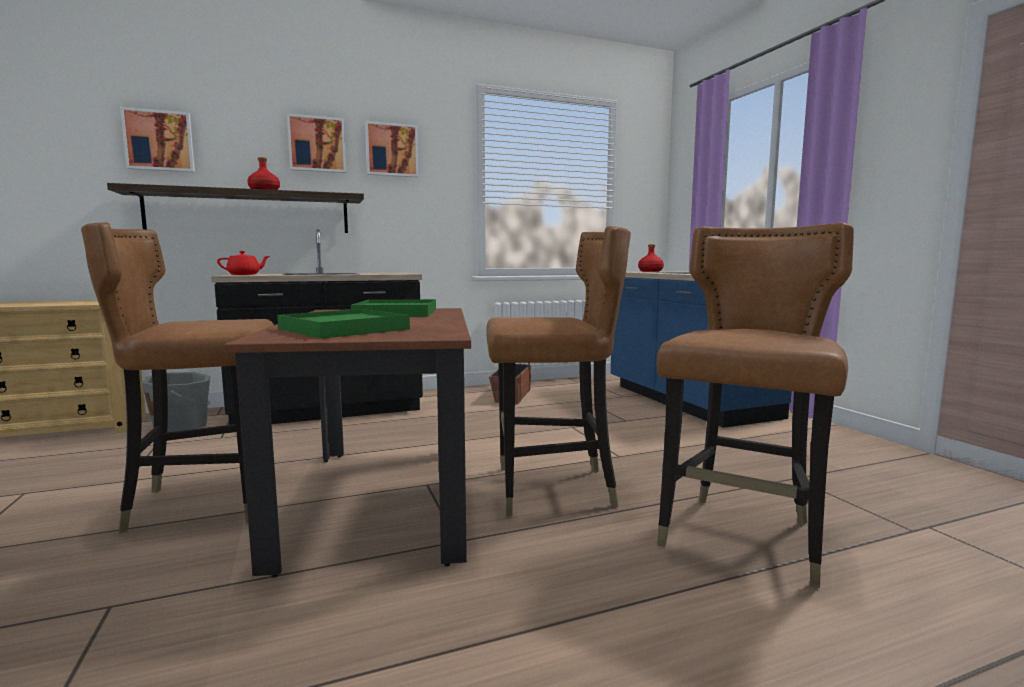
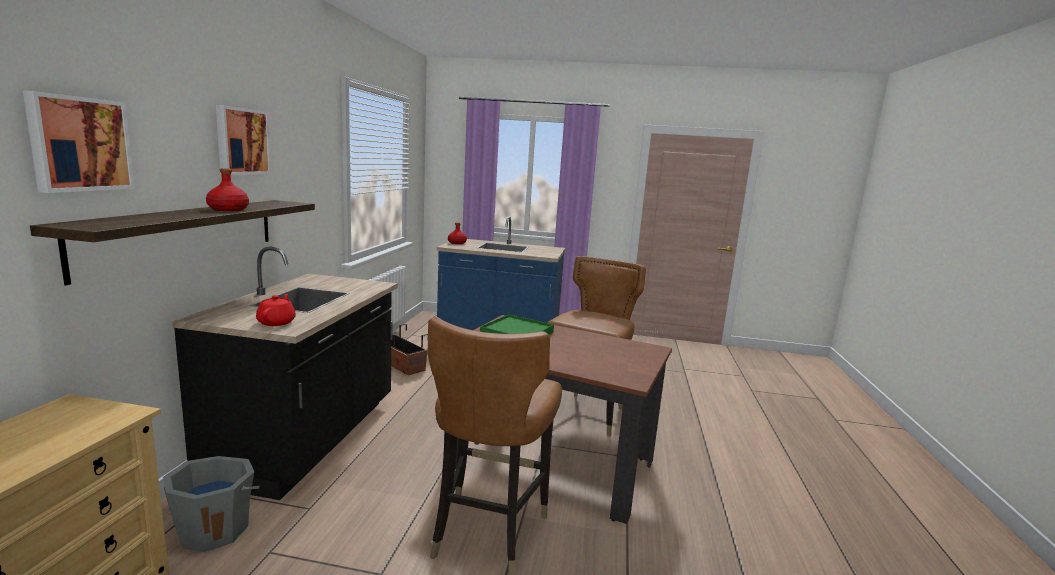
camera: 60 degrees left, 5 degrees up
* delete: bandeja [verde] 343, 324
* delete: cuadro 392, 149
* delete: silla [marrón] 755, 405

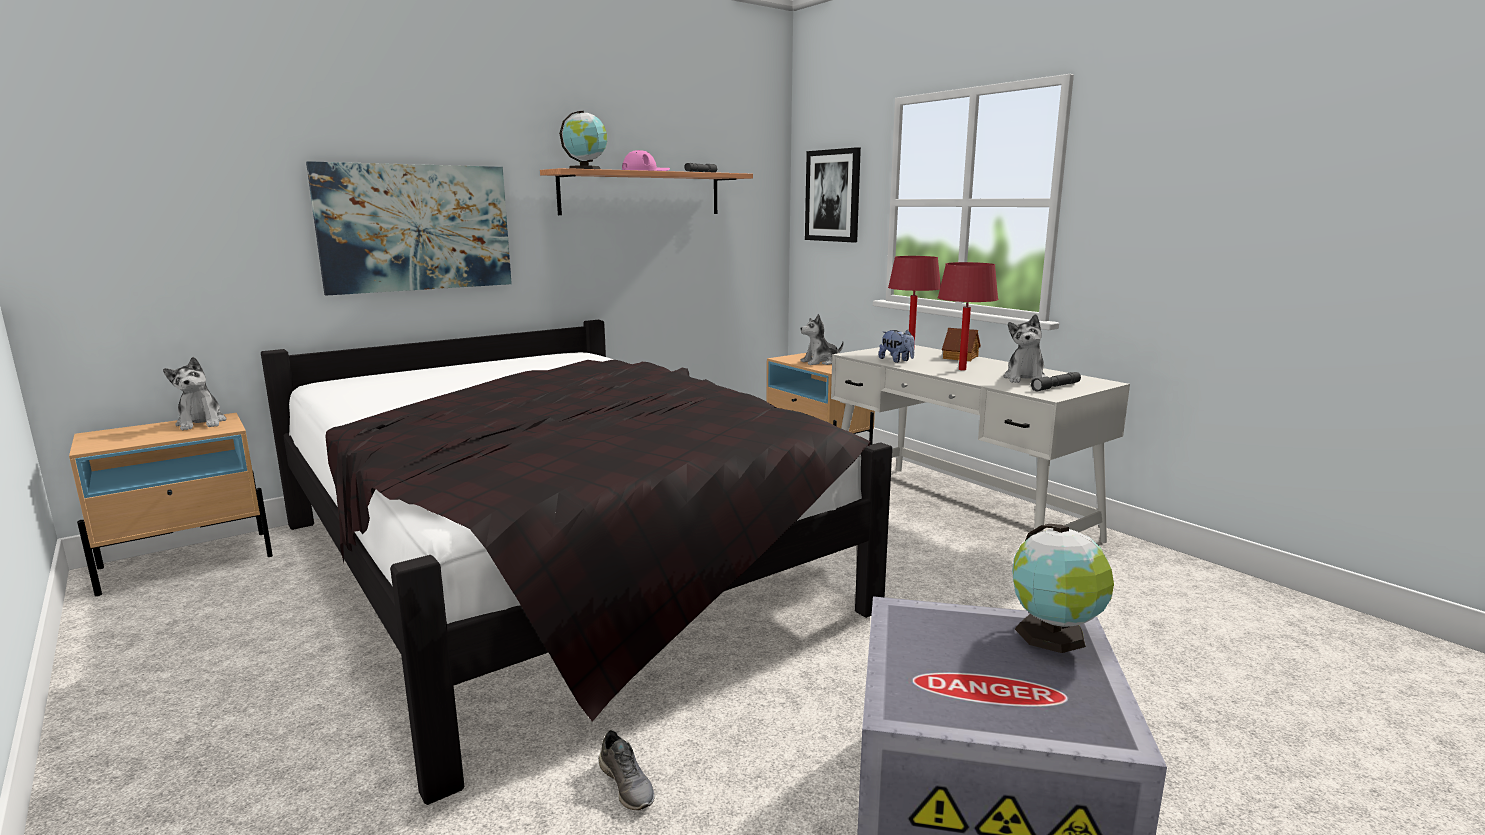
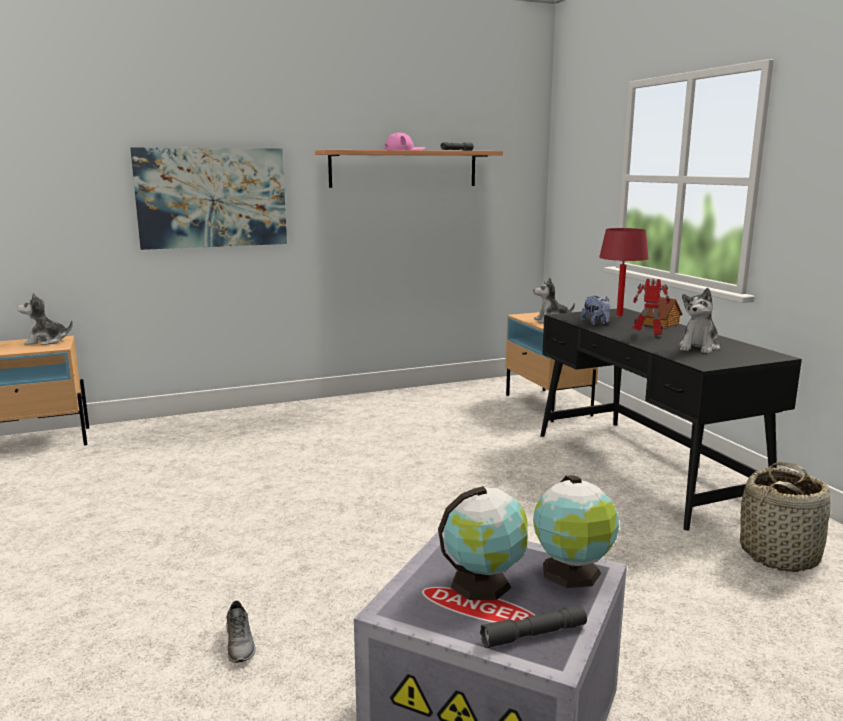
camera: 15 degrees right, 0 degrees up
* rotate: peluche 195, 393 = 45, 319 90 degrees clockwise
* move: globo terráqueo 583, 139 to 483, 543
* move: linterna [gris] 1056, 381 to 533, 627
* recolor: escritorio [blanco] 980, 444 to escritorio [negro] 671, 419
* replace: lámpara de mesa [rojo] 968, 316 to robot de juguete 651, 307
* insert: cesta 785, 517
* delete: cama [negro] 576, 562
* delete: cuadro 833, 194

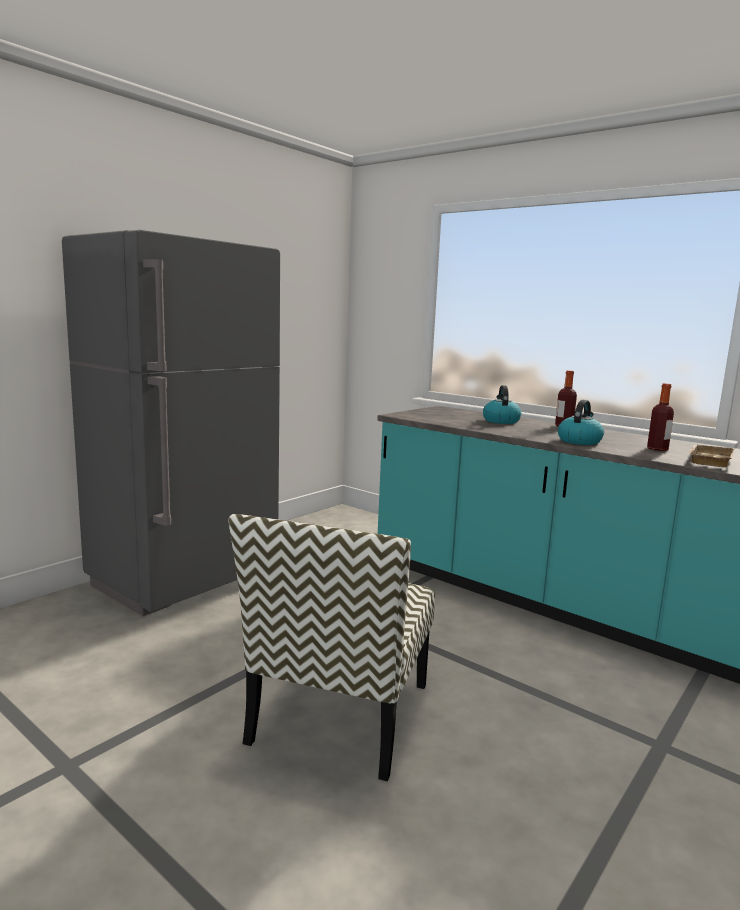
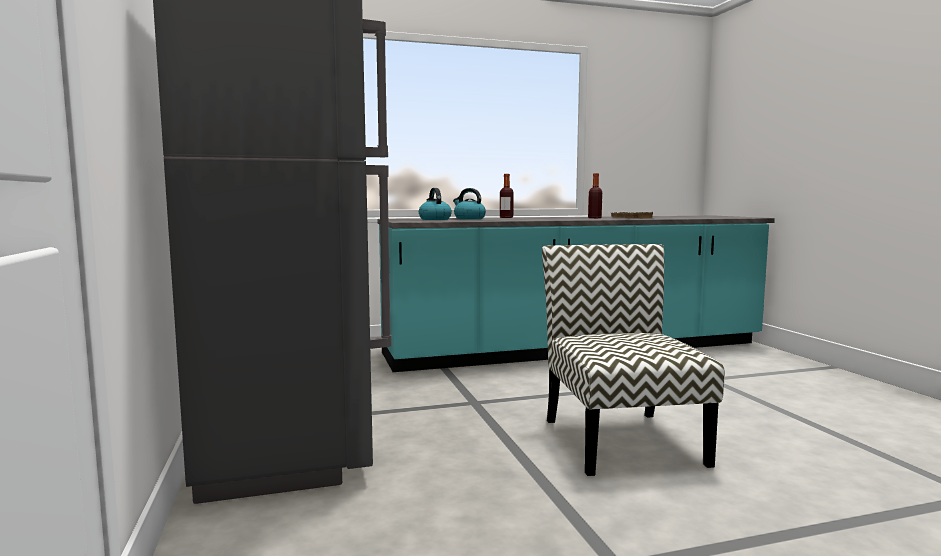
camera: 55 degrees left, 5 degrees down
* move: hervidor 581, 422 to 435, 204
* rotate: silla 331, 647 = 633, 360 150 degrees counterclockwise

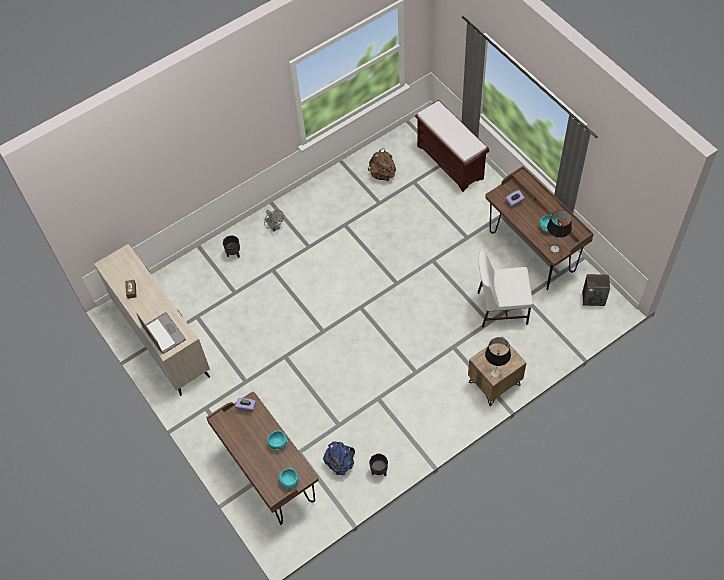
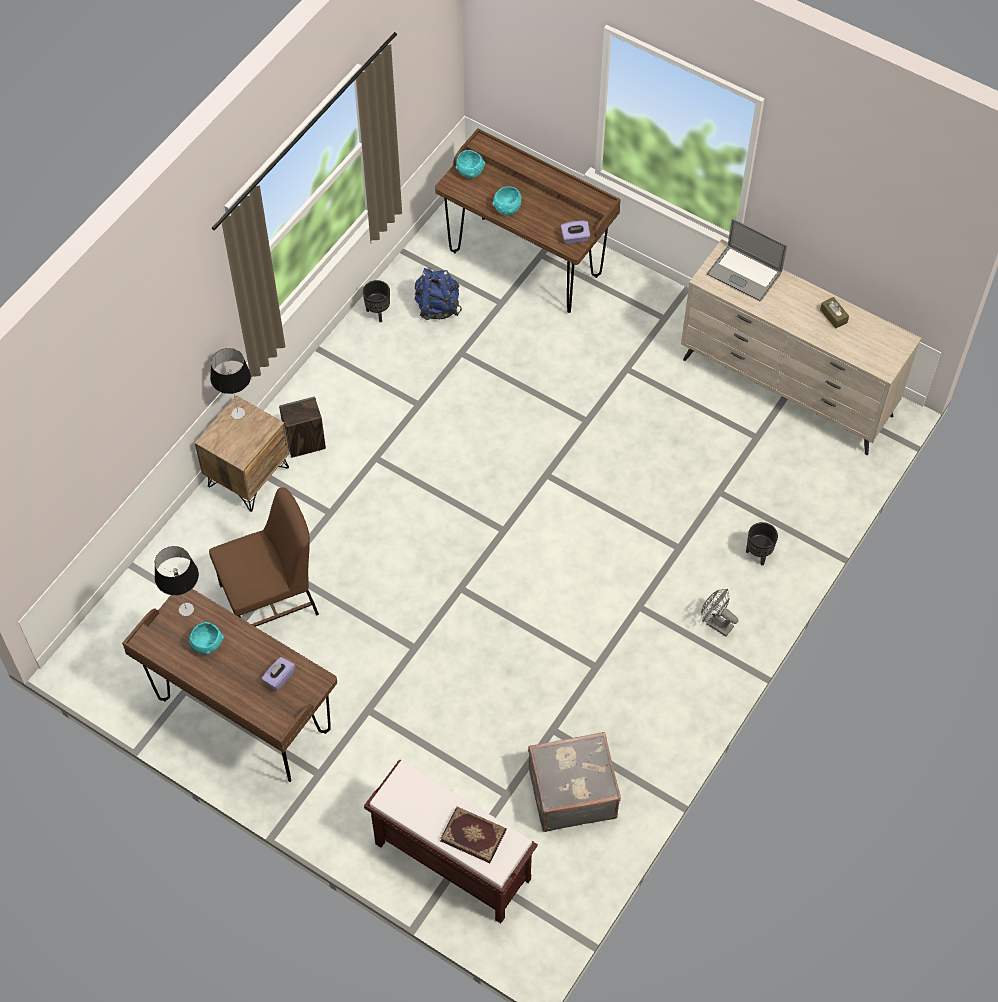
camera: 155 degrees right, 0 degrees up
* recolor: silla [blanco] 505, 289 to silla [marrón] 264, 557
* move: altavoz 596, 290 to 302, 427
* insert: libro 473, 835
* replace: mochila [marrón] 382, 164 to maleta [gris] 574, 782

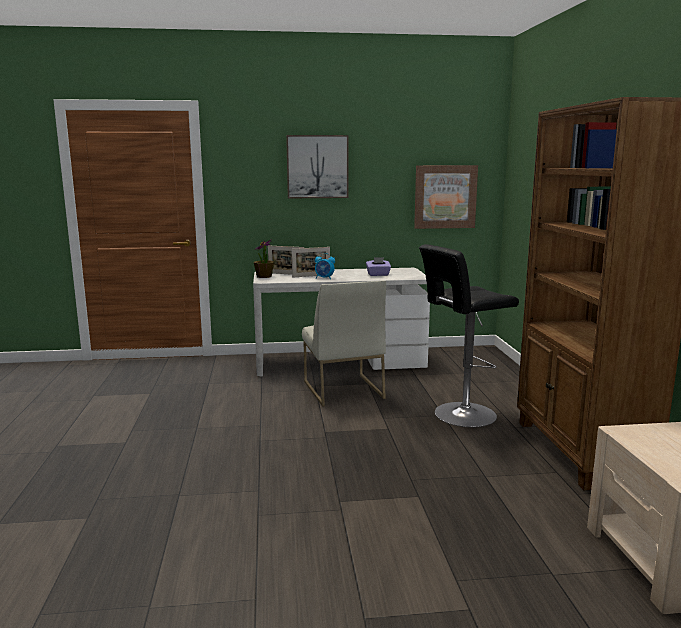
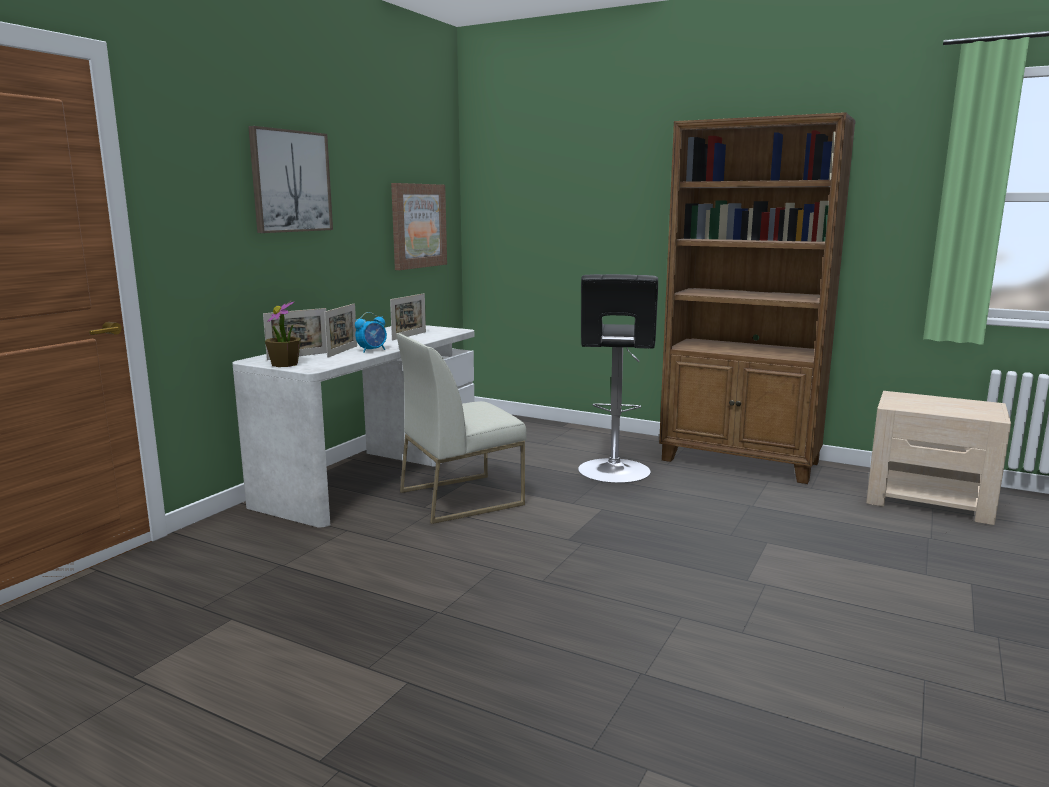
camera: 55 degrees left, 0 degrees up
* replace: caja de pañuelos [morado] 378, 266 to portarretratos 408, 316
* rotate: silla [blanco] 344, 343 = 461, 428 135 degrees clockwise

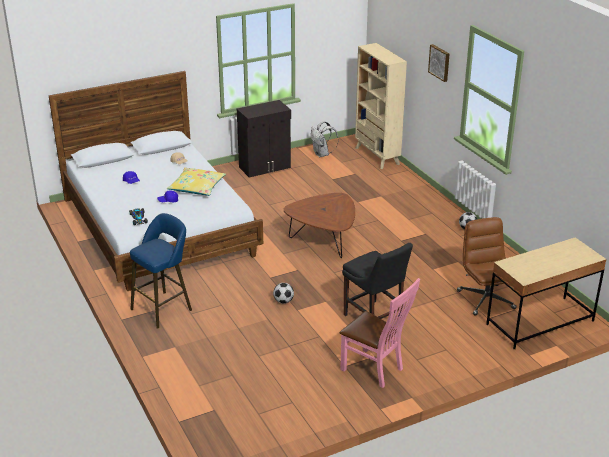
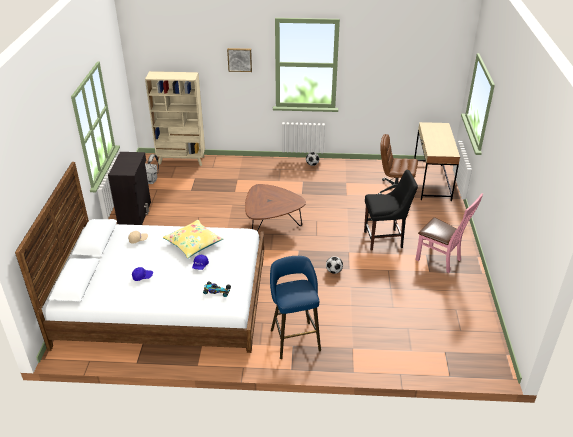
camera: 60 degrees left, 5 degrees up
* rotate: silla [rosa] 380, 333 = 449, 233 60 degrees clockwise

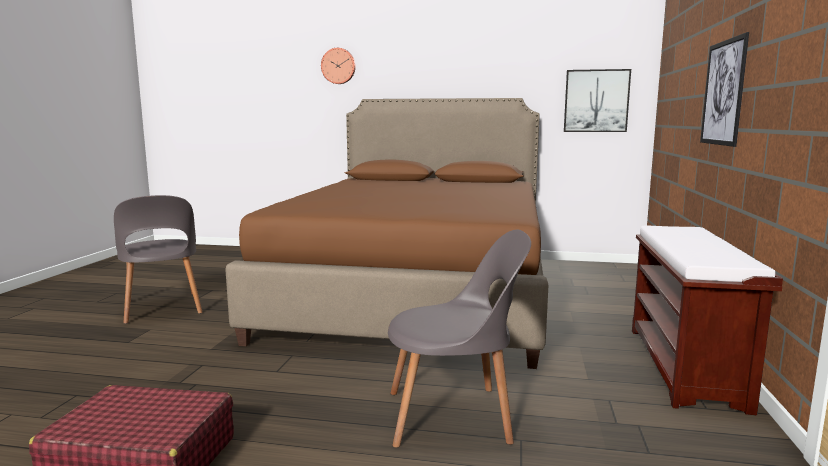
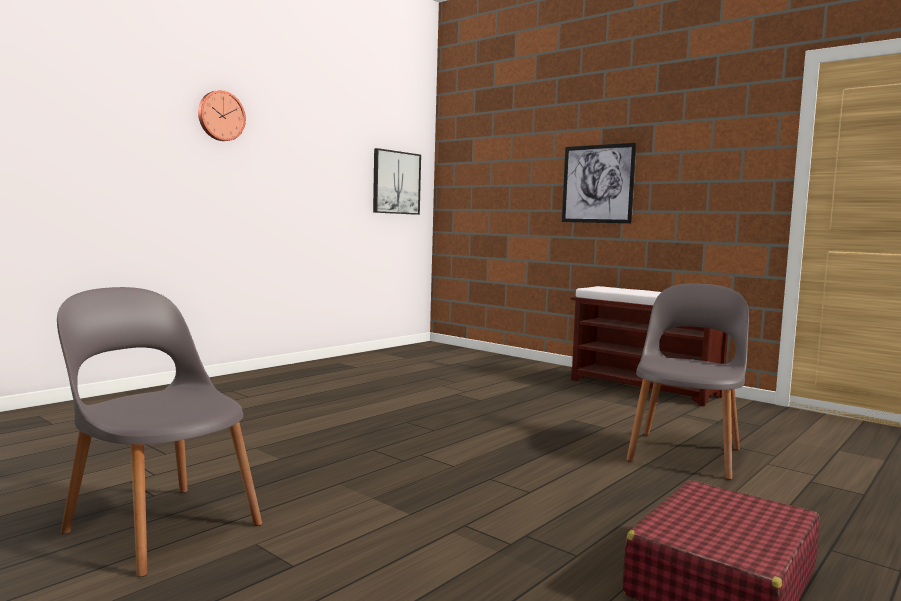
camera: 60 degrees left, 5 degrees down
* rotate: silla [gris] 158, 259 = 159, 432 150 degrees counterclockwise
* move: reloj de pared 338, 66 to 222, 115
* delete: cama [marrón] 386, 233

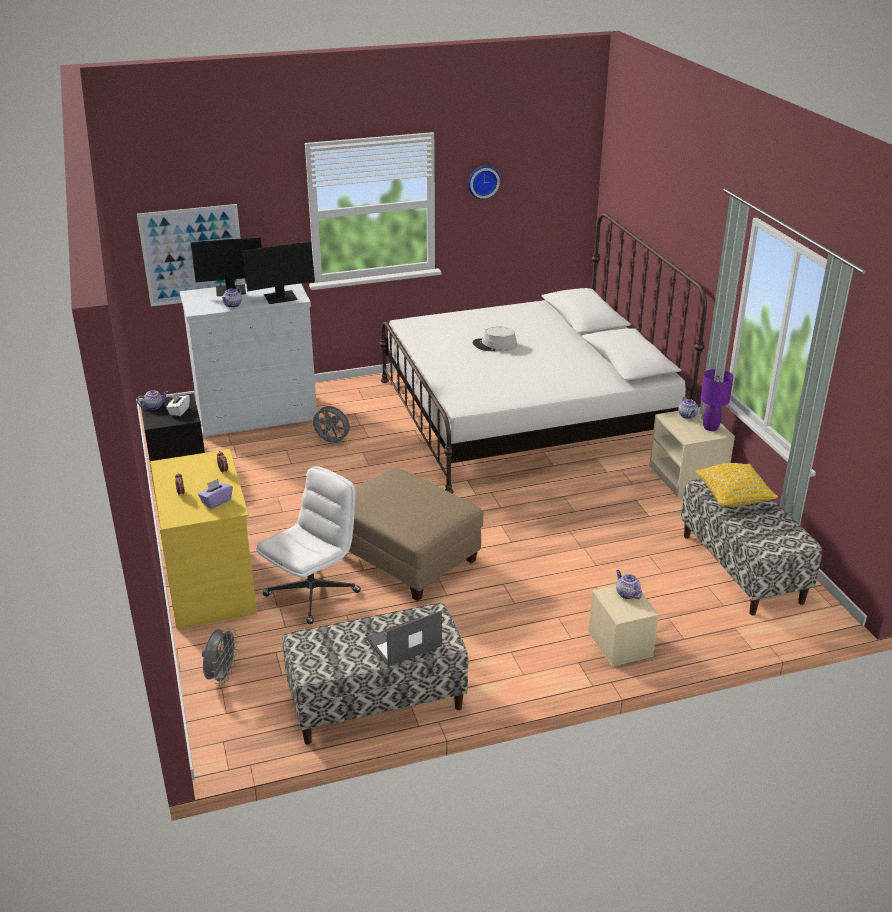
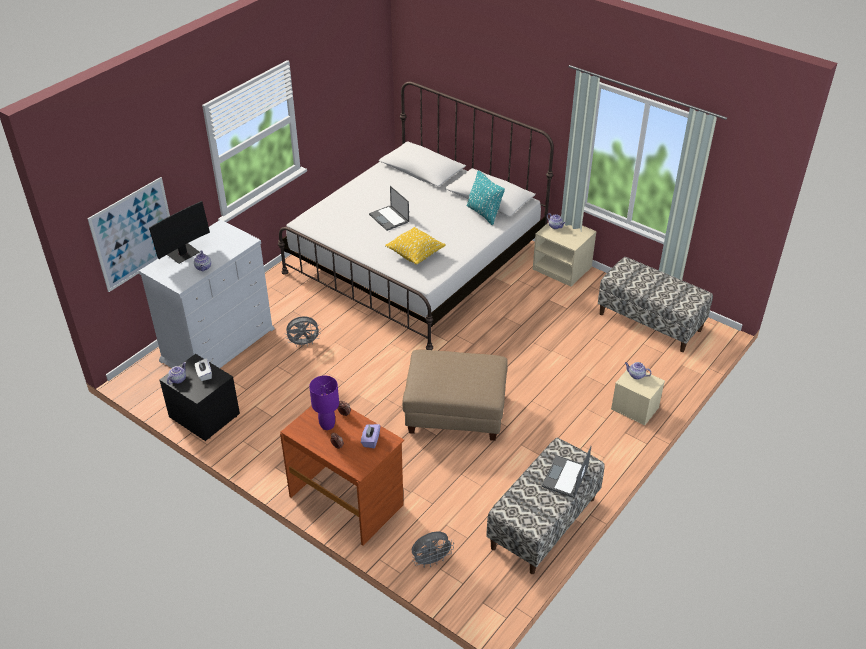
camera: 35 degrees left, 10 degrees up
* recolor: escritorio [amarillo] 203, 539 to escritorio [marrón] 342, 470
* move: lámpara de mesa [morado] 717, 400 to 324, 403
* replace: sombrero [gris] 495, 339 to portátil 389, 208
* move: cojín [amarillo] 736, 485 to 415, 246
* rotate: ventilador [gris] 220, 656 = 433, 549 90 degrees clockwise
* insert: cojín [turquesa] 486, 197
* delete: monitor 279, 273
* delete: silla de oficina [blanco] 308, 545
* delete: reloj de pared 484, 182

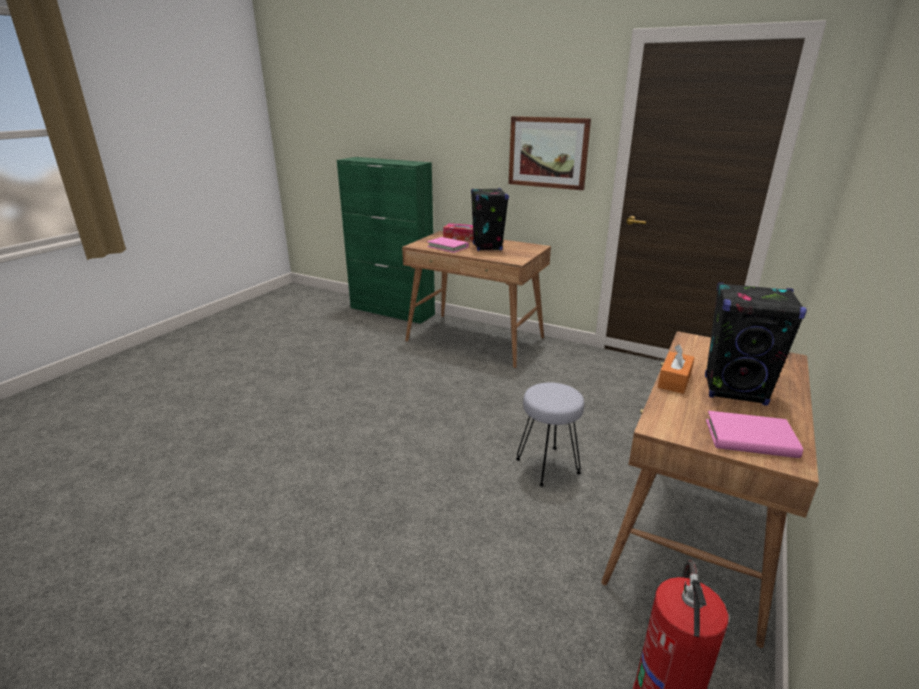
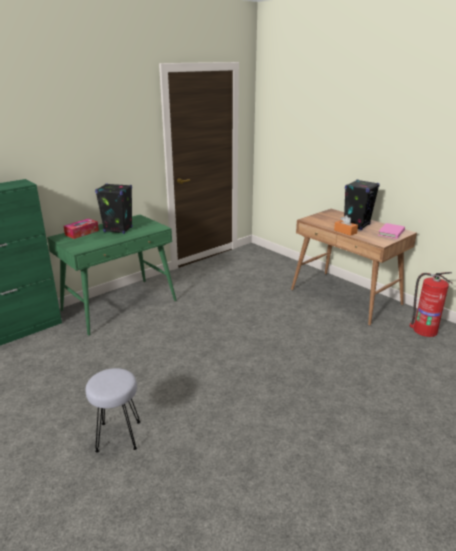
camera: 70 degrees left, 0 degrees up
* recolor: escritorio [marrón] 476, 299 to escritorio [verde] 112, 275
* move: taburete [gris] 550, 434 to 113, 410
* delete: libro [rosa] 448, 245
* delete: cuadro 550, 153

